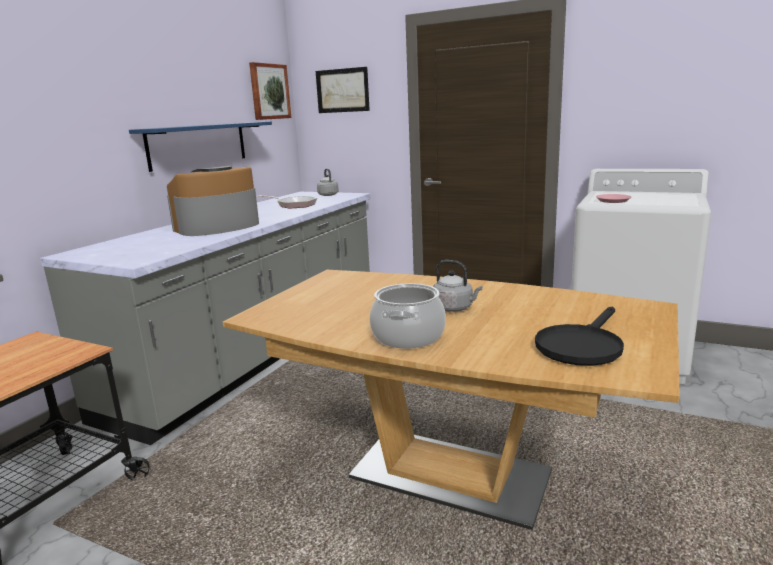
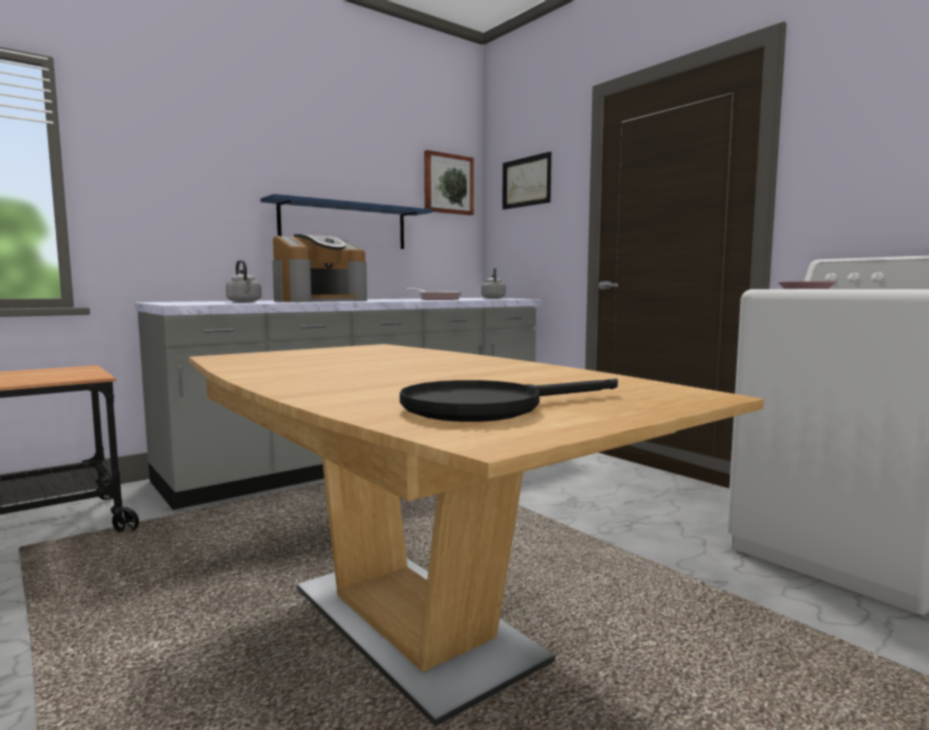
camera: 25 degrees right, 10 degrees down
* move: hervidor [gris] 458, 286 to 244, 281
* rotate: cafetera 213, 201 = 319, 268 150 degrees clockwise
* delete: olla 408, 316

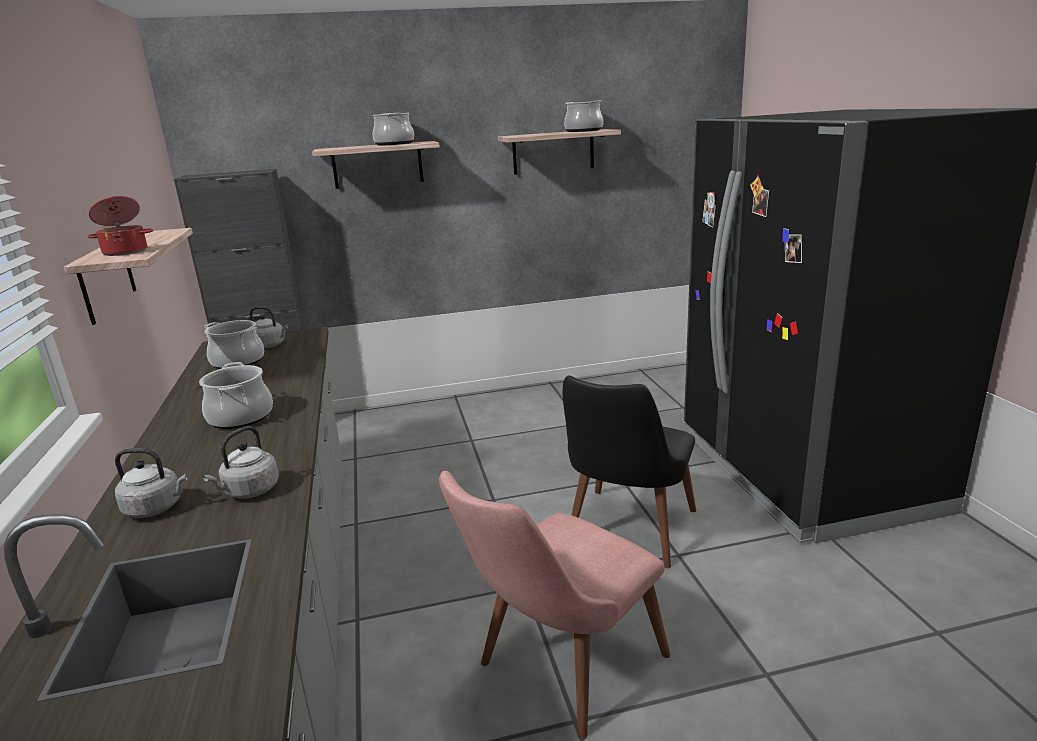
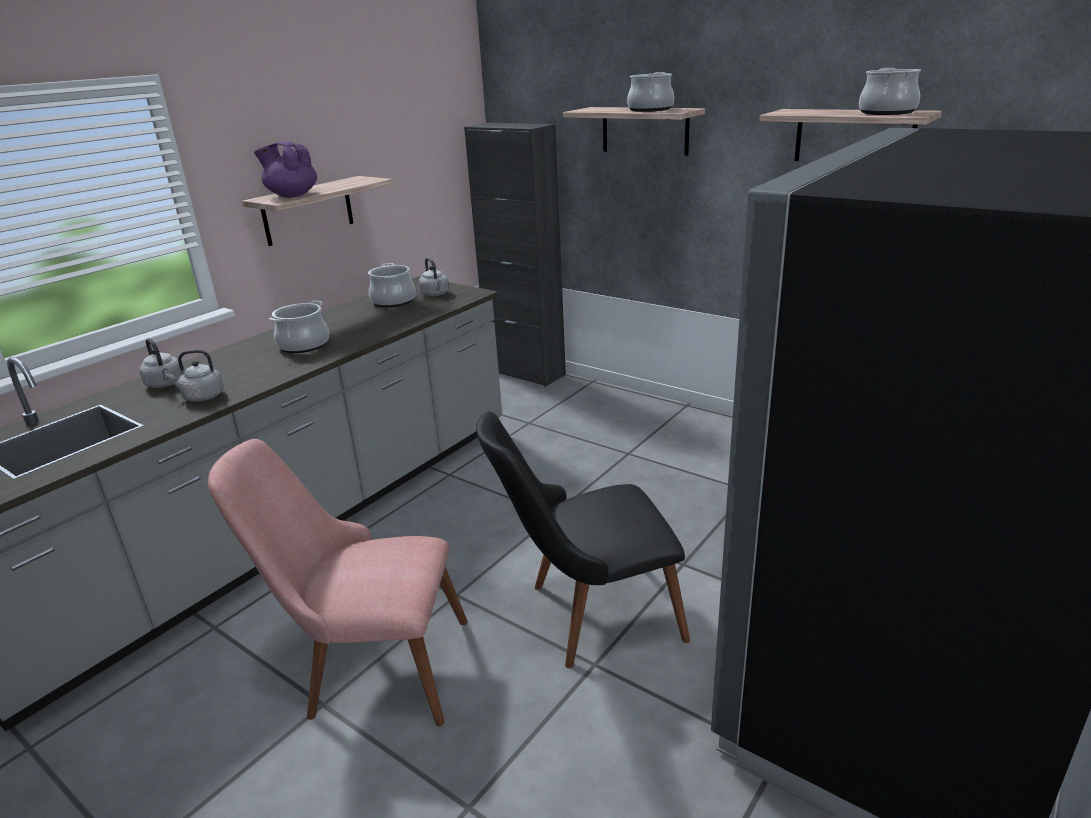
camera: 50 degrees right, 5 degrees up
* replace: olla 120, 226 to tetera [morado] 285, 169

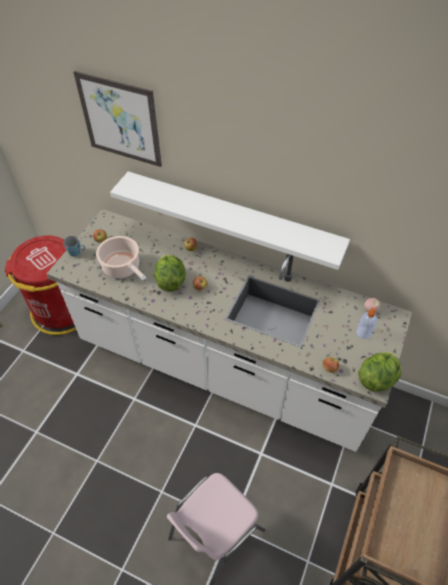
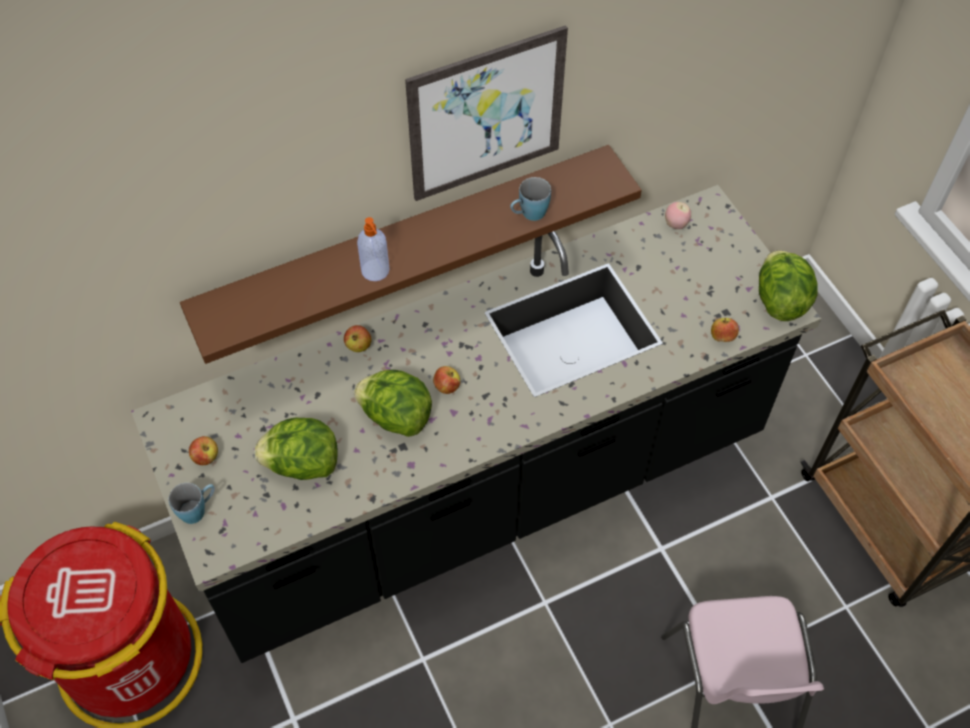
camera: 50 degrees left, 5 degrees up
* recolor: mueble bajo de cocina [blanco] 229, 330 to mueble bajo de cocina [negro] 476, 424
* recolor: estante [blanco] 230, 220 to estante [marrón] 411, 254
* replace: olla 121, 258 to lechuga 296, 449
* move: dispensador de jabón 366, 323 to 373, 249
* move: cuadro 118, 119 to 486, 113
* insert: taza grande [azul] 530, 199

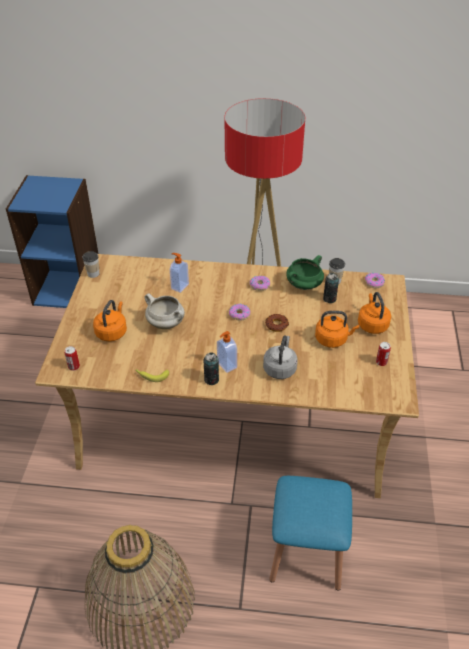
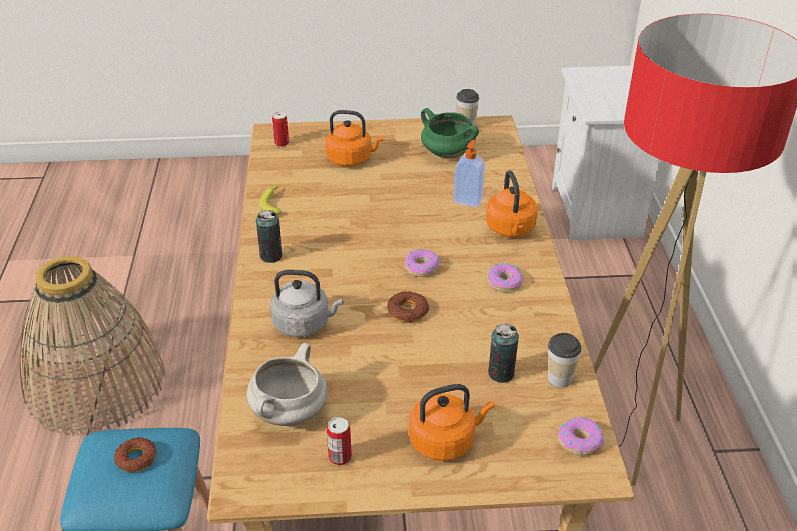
camera: 80 degrees right, 5 degrees down
* insert: rosquilla 135, 454
* move: olla [blanco] 164, 311 to 287, 384
* move: olla [verde] 305, 272 to 450, 133
* move: hervidor [naranja] 337, 329 to 512, 203
* replace: estantería [azul] 52, 241 to mesita de noche [blanco] 606, 154
* delete: dispensador de jabón 227, 352

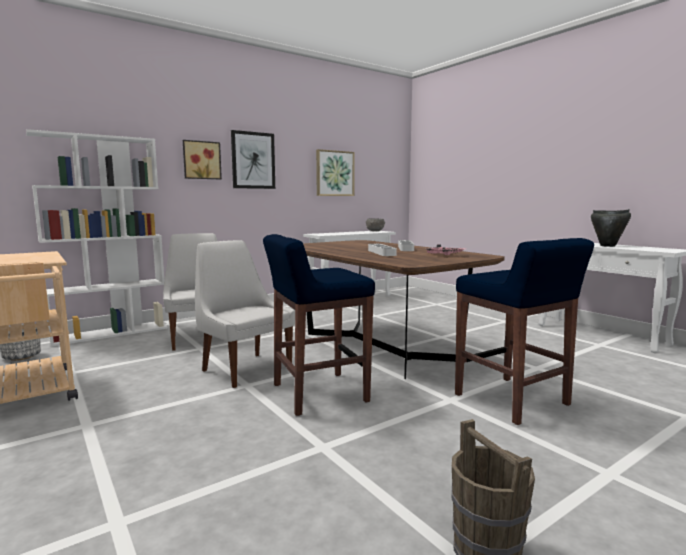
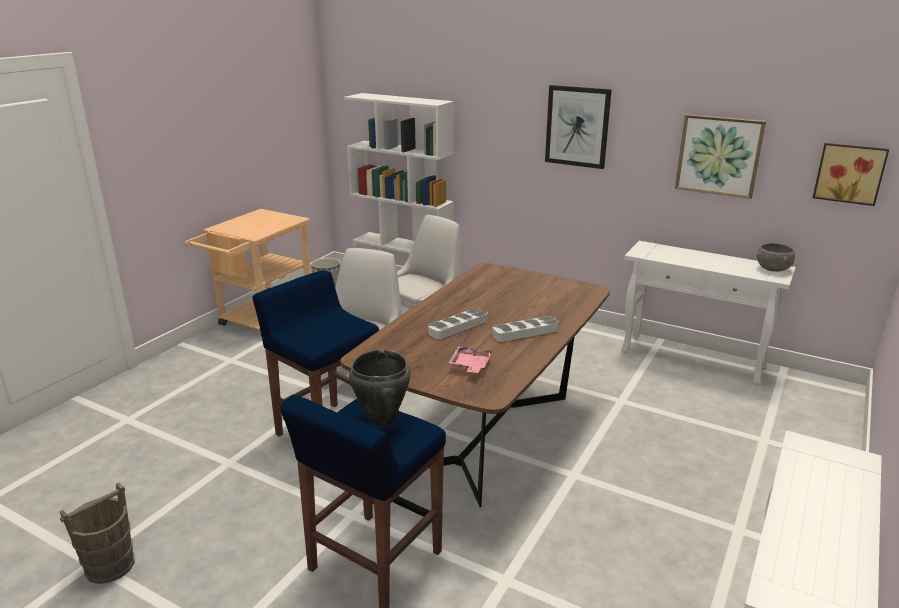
camera: 65 degrees right, 15 degrees up
* move: olla [negro] 611, 228 to 380, 388
* move: cuadro 202, 159 to 851, 174

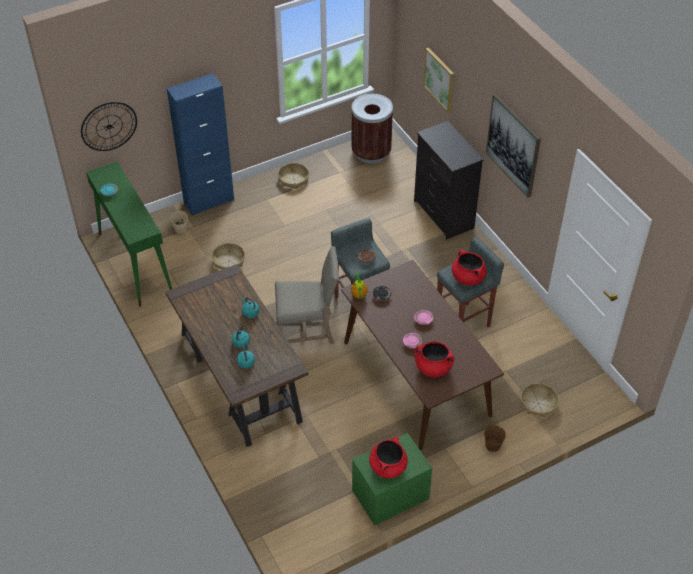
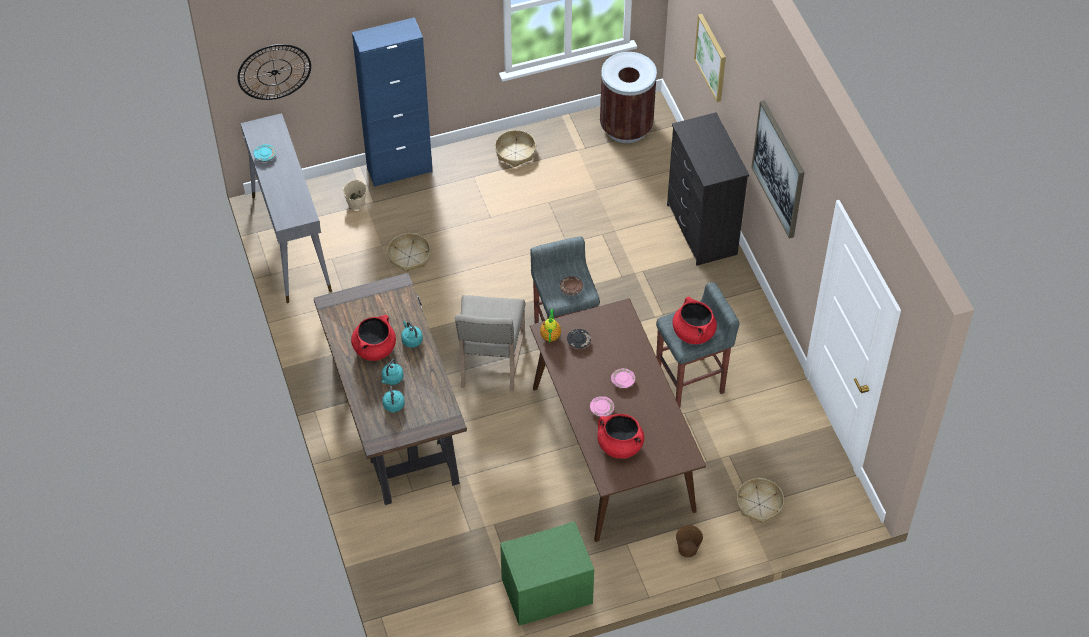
camera: 10 degrees right, 5 degrees up
* recolor: mesa consola [verde] 129, 234 to mesa consola [gris] 286, 208
* move: olla [rojo] 388, 457 to 373, 338
* rotate: silla [beis] 307, 295 = 490, 343 90 degrees clockwise

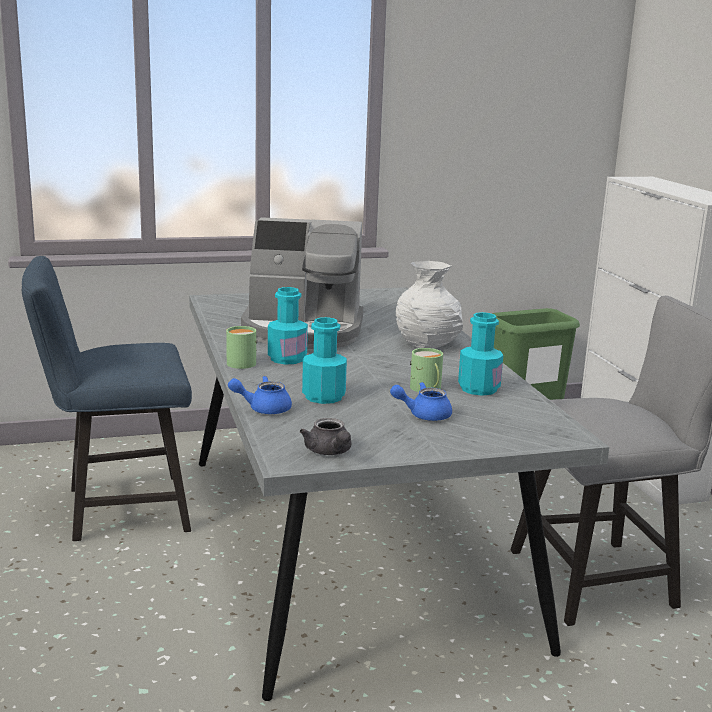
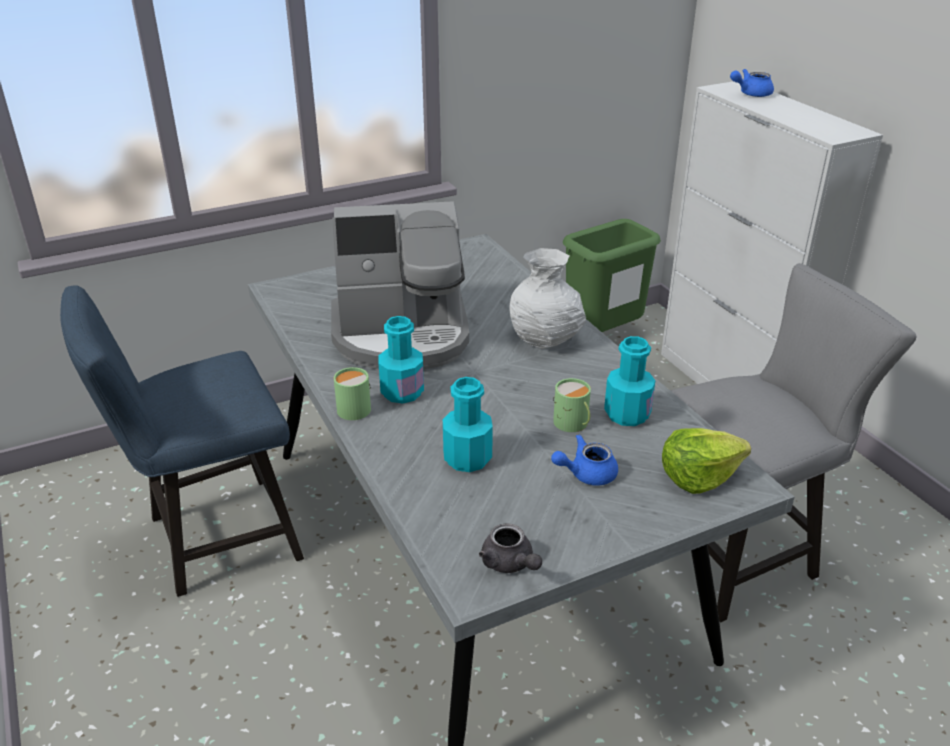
camera: 10 degrees left, 15 degrees up
* insert: lechuga 706, 461
* move: tetera [azul] 260, 395 to 752, 83

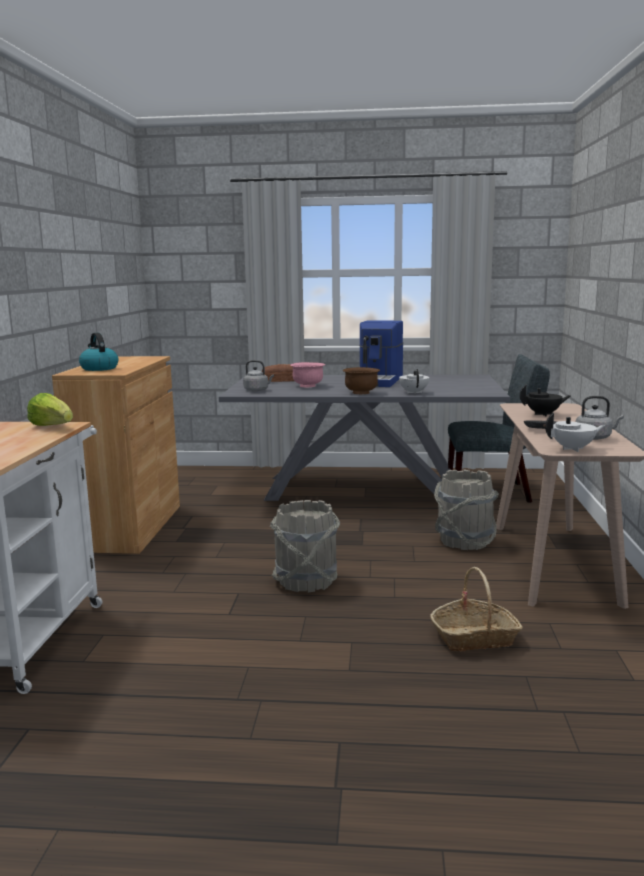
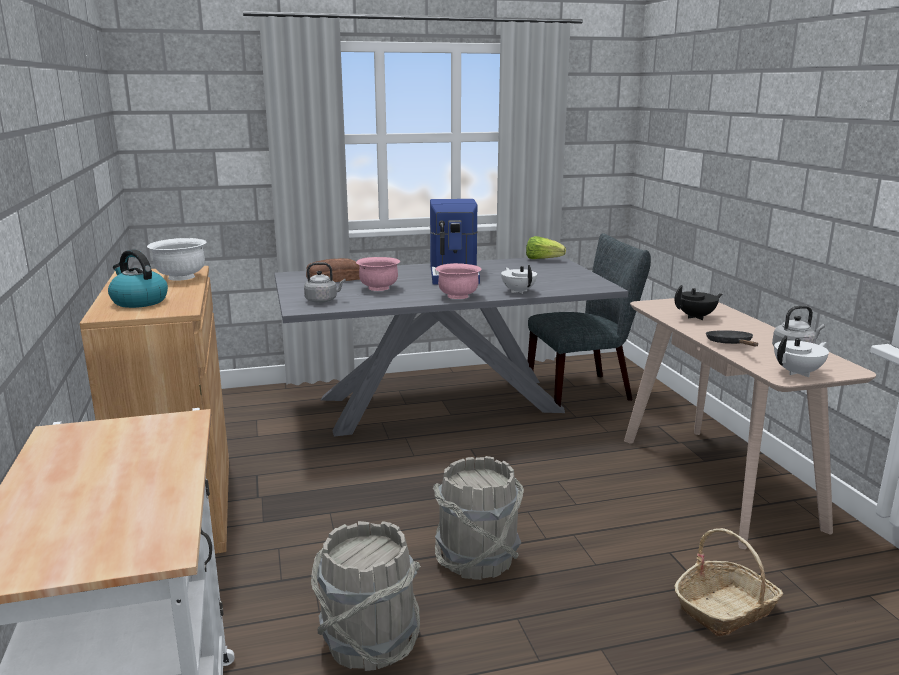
camera: 20 degrees left, 5 degrees up
* insert: cuenco [blanco] 176, 259
* move: cubo [gris] 466, 509 to 366, 596
* recolor: cuenco [marrón] 361, 380 to cuenco [rosa] 459, 281
* move: lechuga 50, 409 to 546, 247

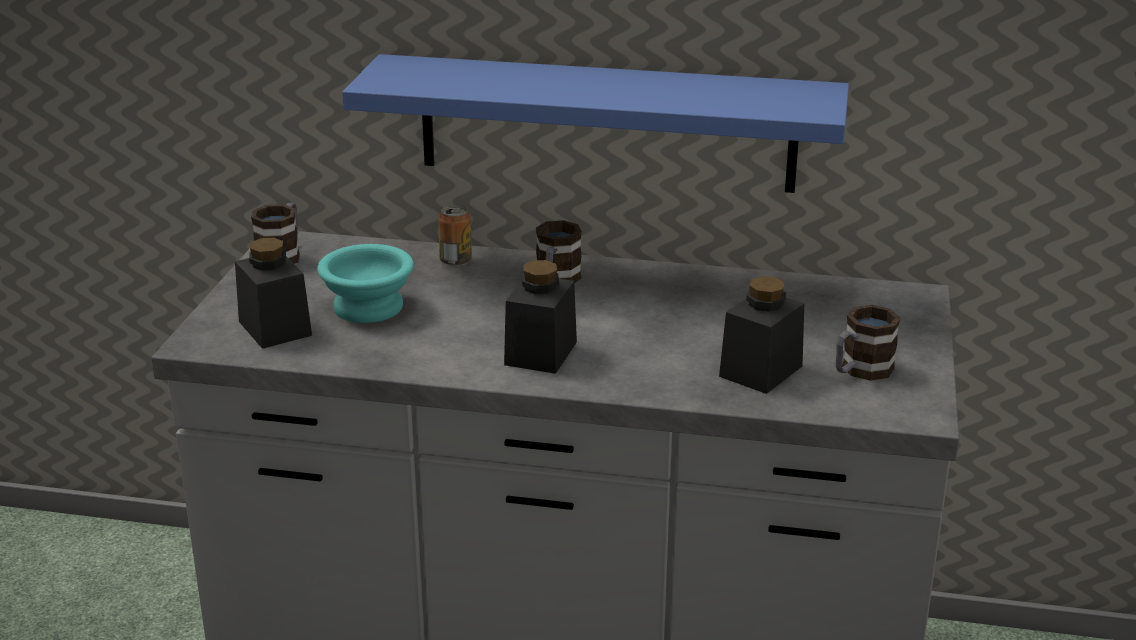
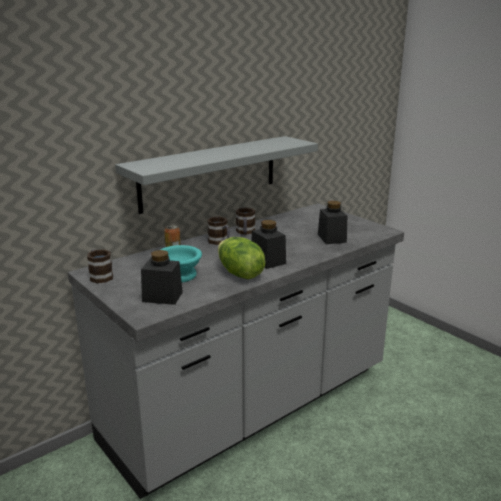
camera: 50 degrees left, 5 degrees down
* recolor: estante [azul] 595, 123 to estante [gris] 216, 175
* insert: lechuga 241, 258
* move: taza grande 868, 343 to 245, 221

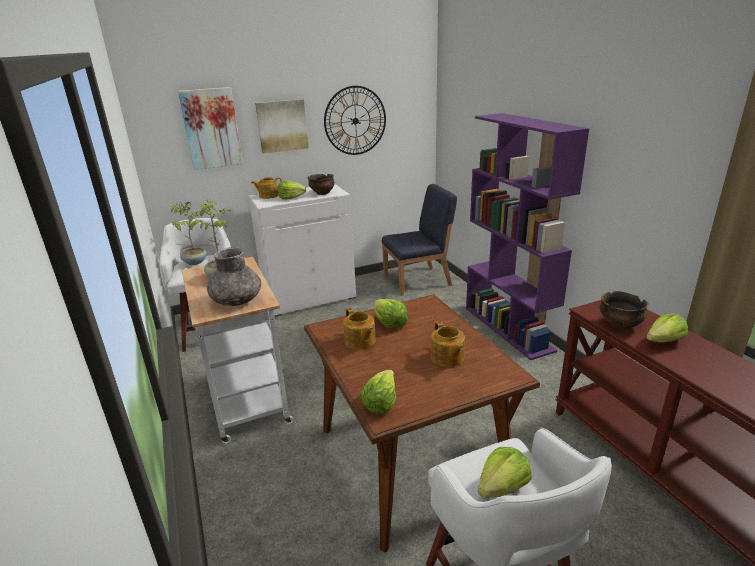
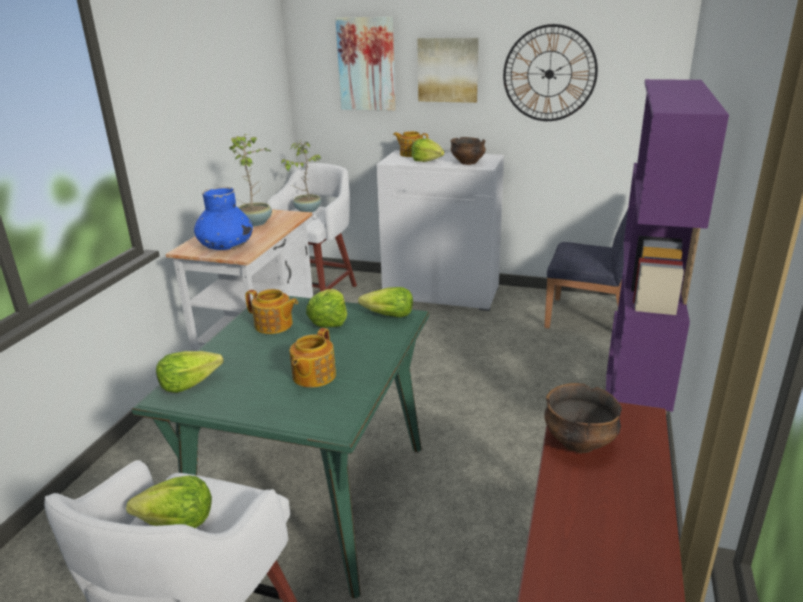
camera: 40 degrees right, 0 degrees up
* recolor: mesa de comedor [marrón] 422, 423 to mesa de comedor [verde] 280, 447
* recolor: florero [gris] 234, 276 to florero [azul] 223, 218
* rotate: tetera 359, 328 = 271, 311 75 degrees counterclockwise
* move: lechuga 667, 327 to 385, 302

